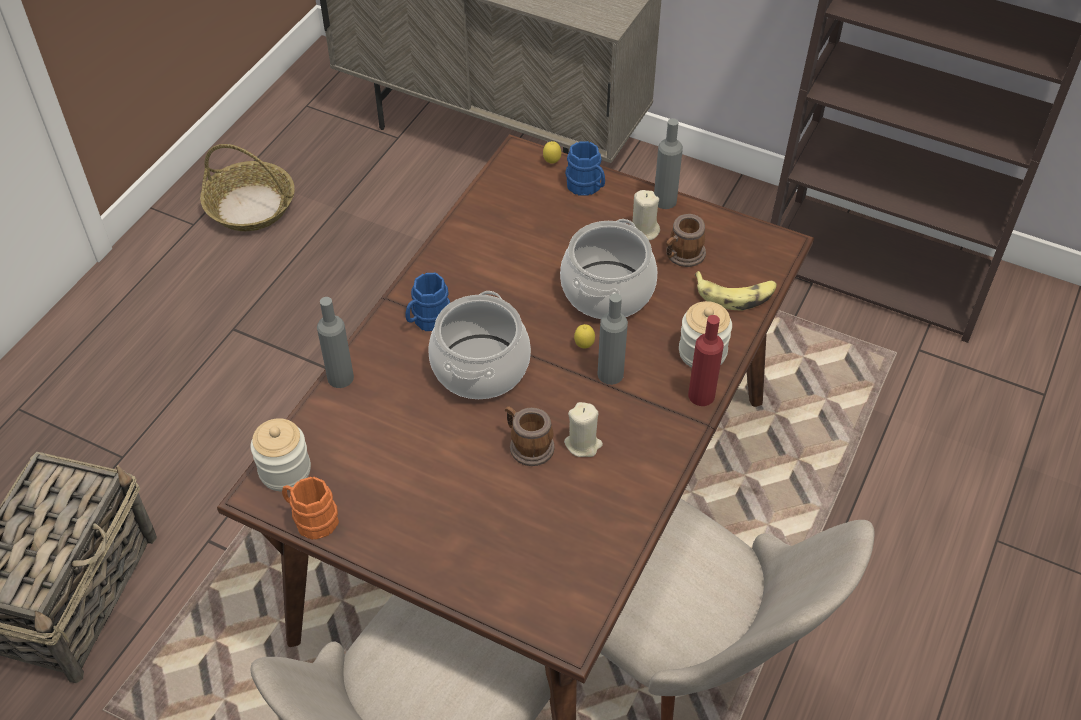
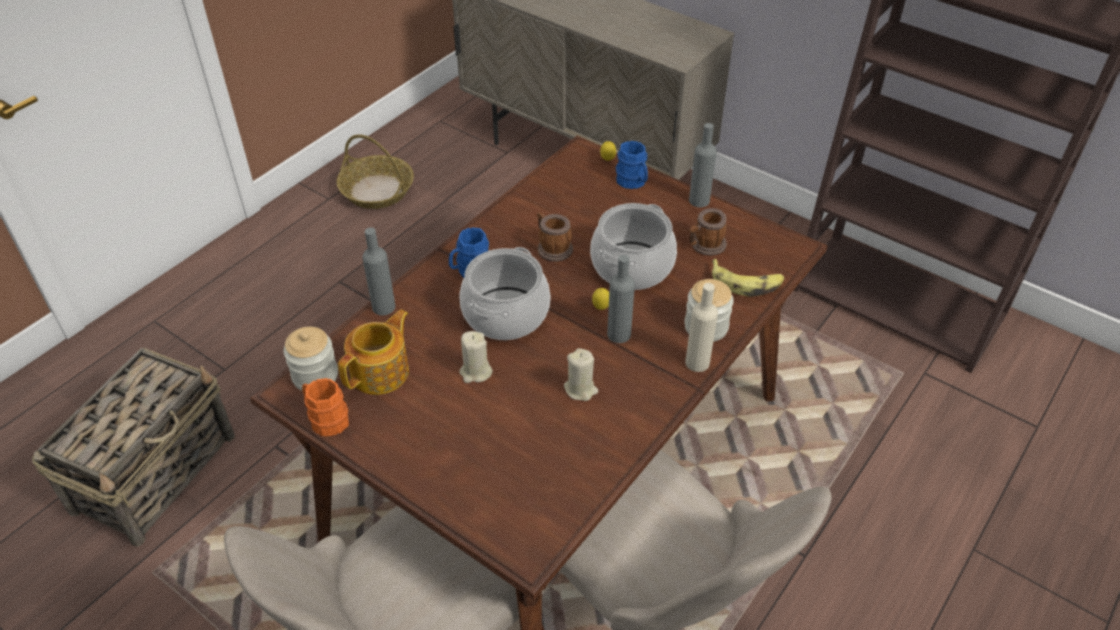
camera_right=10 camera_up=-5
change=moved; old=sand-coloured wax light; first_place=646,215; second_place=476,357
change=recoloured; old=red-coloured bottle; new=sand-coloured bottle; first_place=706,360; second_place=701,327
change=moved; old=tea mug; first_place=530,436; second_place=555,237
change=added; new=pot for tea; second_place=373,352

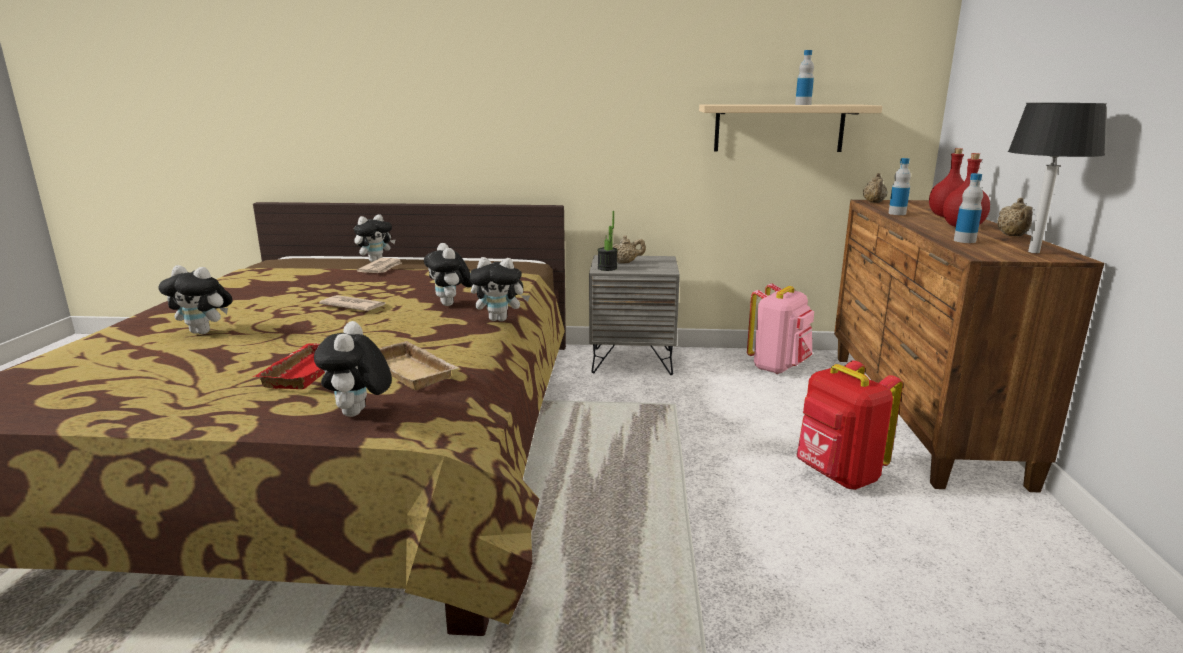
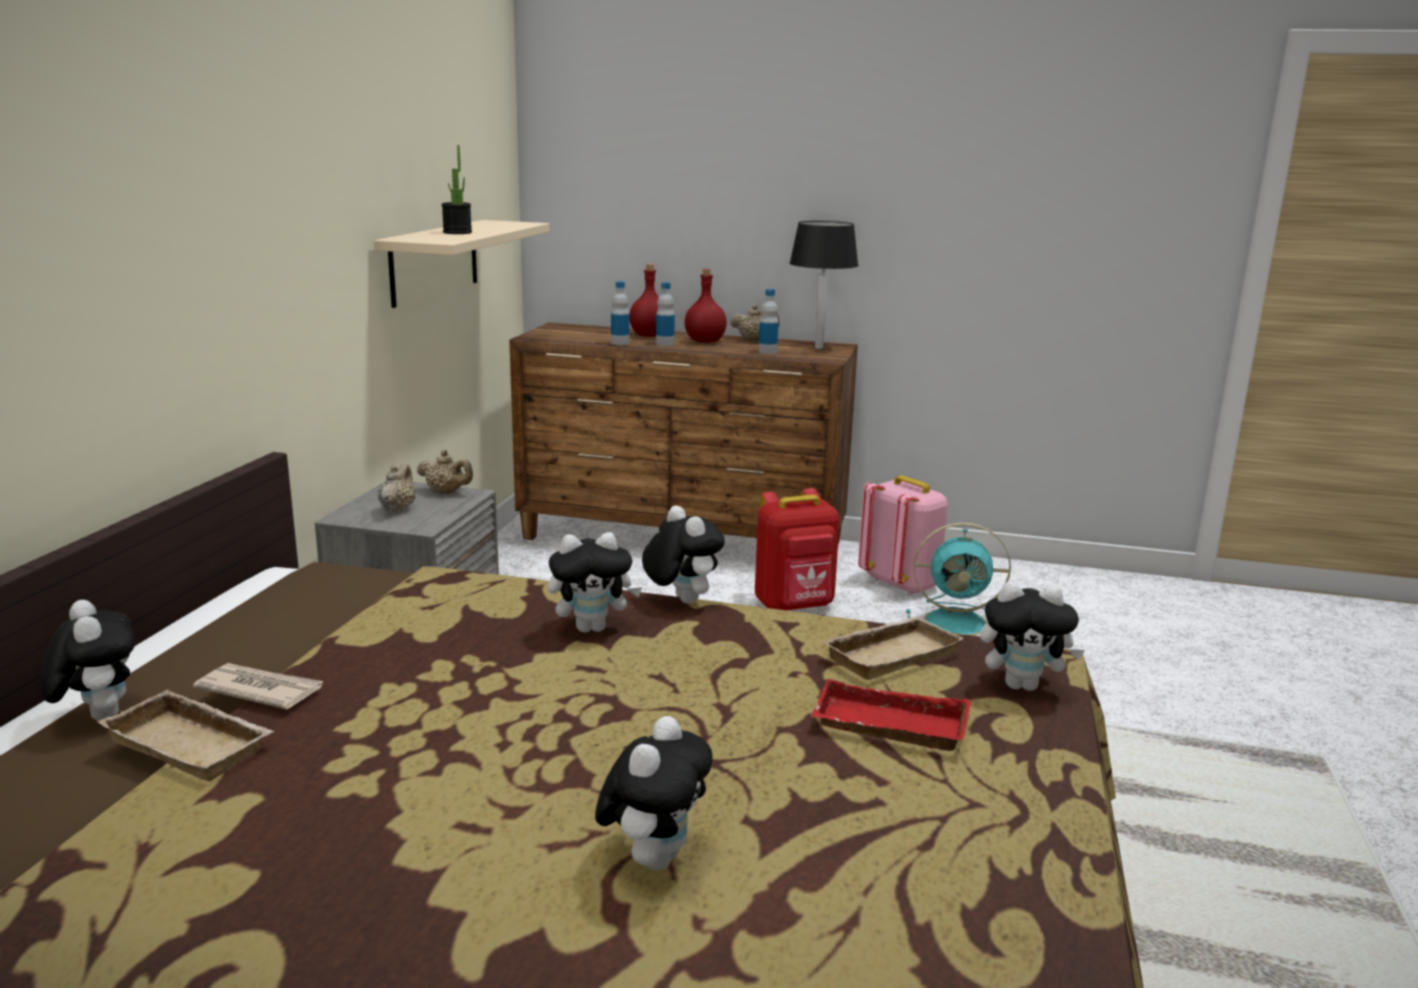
camera_right=-80 camera_up=0
change=moved; old=bottle; first_place=804,77; second_place=665,314
change=moved; old=sand-coloured pot for tea; first_place=875,188; second_place=445,472
change=moved; old=plant in a pot; first_place=607,241; second_place=457,189
change=turned; old=plush toy; first_place=499,289; second_place=683,555; degrees=-45
change=moved; old=pink-coloured backpack; first_place=780,329; second_place=903,535
change=removed; old=daily paper; first_place=353,303
change=added; new=turquoise-coloured cooling fan; second_place=958,579
change=added; new=sand-coloured carrying tray; second_place=185,735

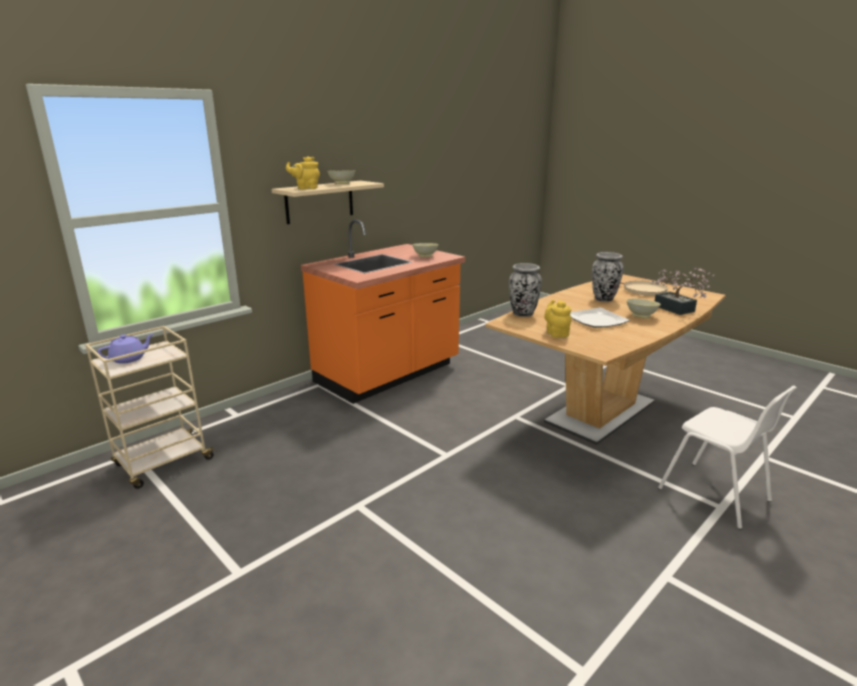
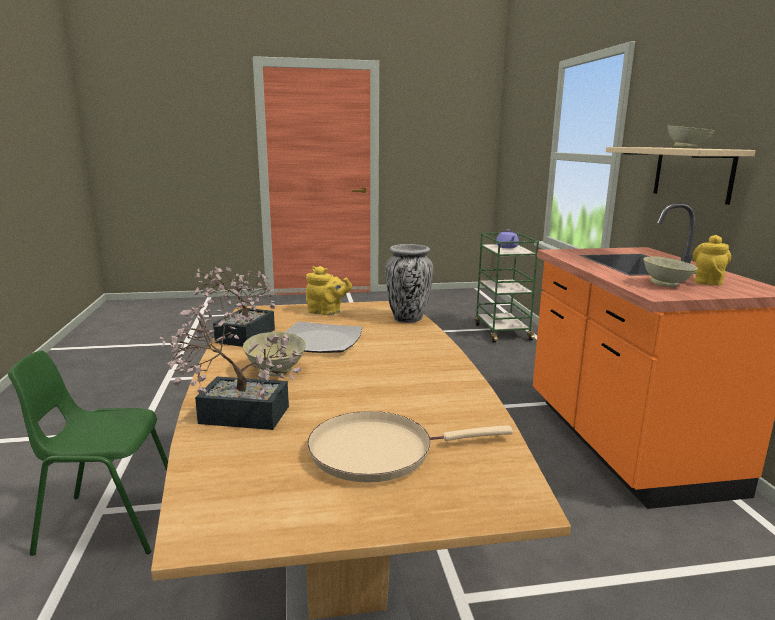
camera_right=125 camera_up=-5
change=moved; old=yellowish pot for tea; first_place=303,173; second_place=712,260
change=removed; old=decorative vase; first_place=608,277
change=recoloured; old=sand-coloured cart; new=green cart; first_place=151,407; second_place=506,287
change=recoloured; old=white-coloured plain chair; new=green plain chair; first_place=727,457; second_place=88,453
change=added; new=plant in a pot; second_place=234,306

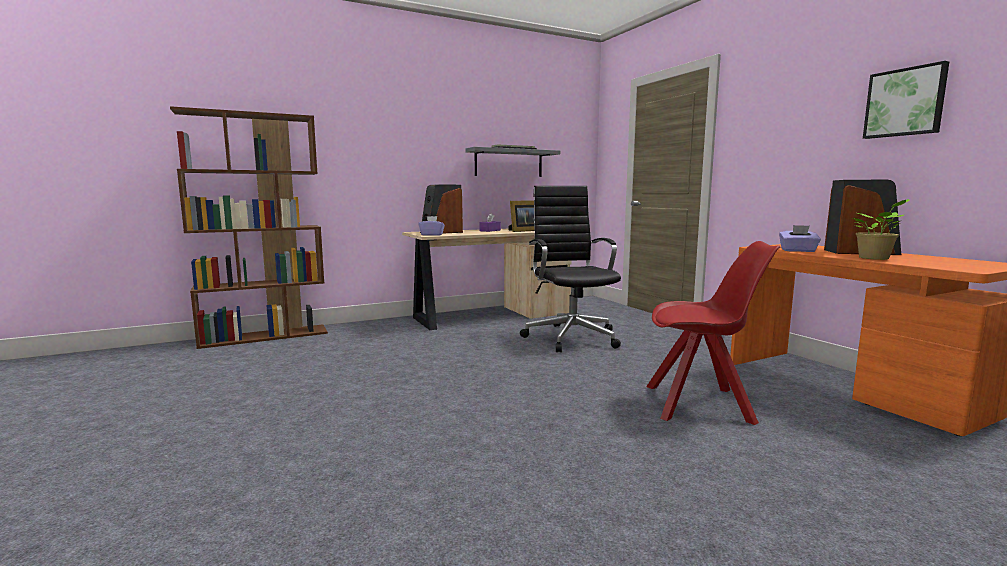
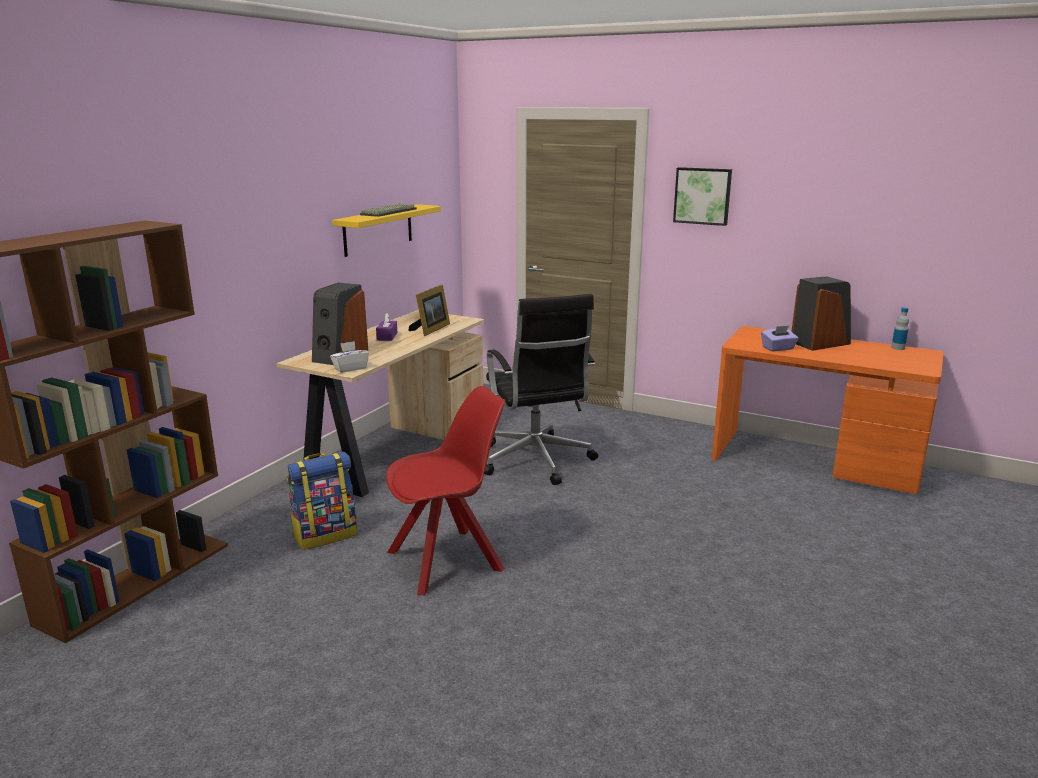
camera_right=-35 camera_up=10
change=moved; old=picture; first_place=906,100; second_place=702,196
change=recoloured; old=gray wall shelf; new=yellowish wall shelf; first_place=512,162; second_place=386,230
change=turned; old=blackish desk chair; first_place=570,269; second_place=541,389; degrees=-150
change=removed; old=plant in a pot; first_place=880,229
change=recoloured; old=purple tissue holder; new=white-coloured tissue holder; first_place=431,226; second_place=349,357
change=moved; old=red-coloured plain chair; first_place=713,333; second_place=445,490
change=added; new=bottle; second_place=900,328
change=added; new=backpack; second_place=322,501

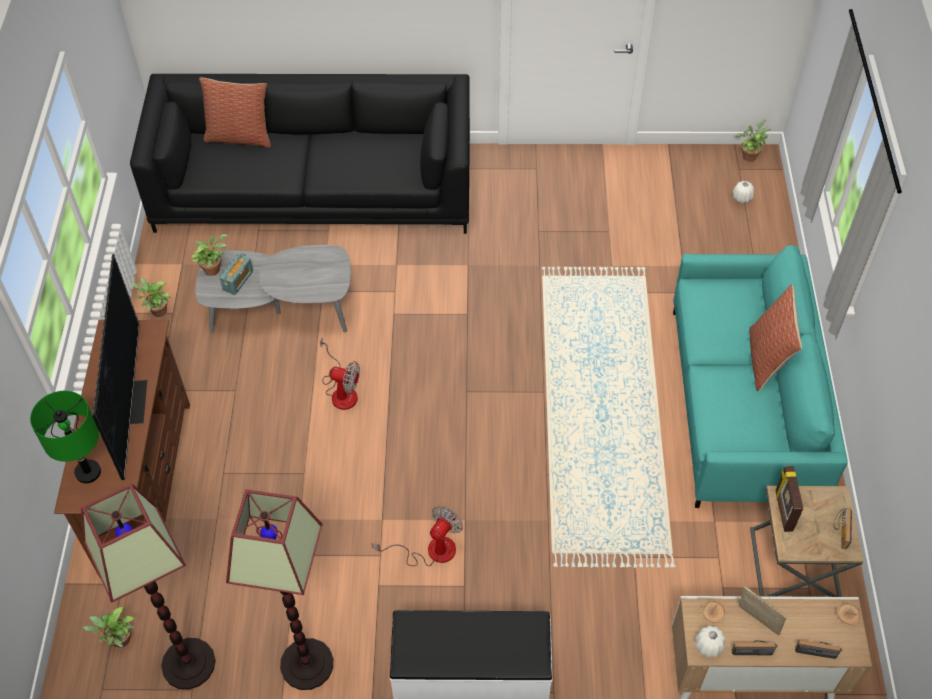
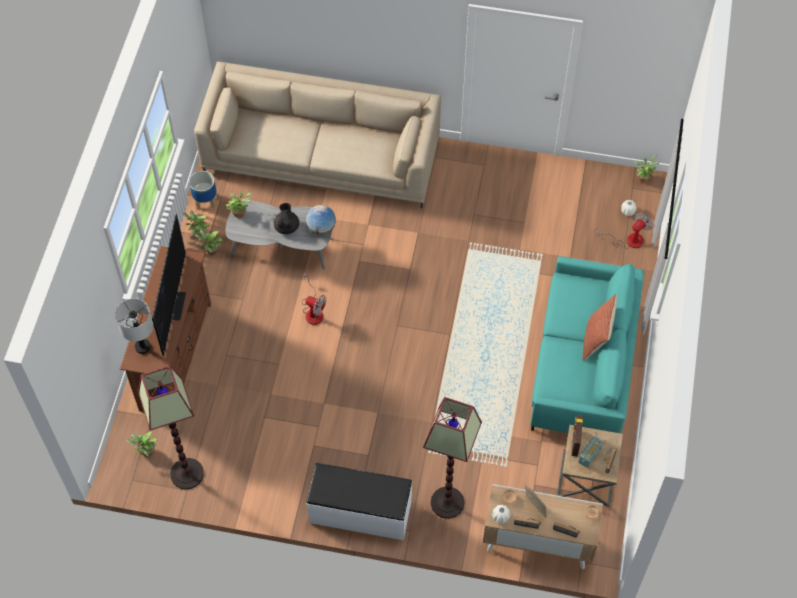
camera_right=10 camera_up=5
change=recoloured; old=blackish settee; new=sand-coloured settee; first_place=300,154; second_place=317,134
change=removed; old=cushion; first_place=235,112
change=moved; old=radio; first_place=236,274; second_place=590,452
change=recoloured; old=green lamp for a table; new=gray lamp for a table; first_place=65,437; second_place=134,326
change=moved; old=floor lamp; first_place=279,589; second_place=452,458
change=moved; old=cooling fan; first_place=417,536; second_place=624,230
change=added; new=plant pot; second_place=203,190
change=added; new=blackish pot for tea; second_place=286,218
change=added; new=globe; second_place=321,220
change=added; new=plant in a pot; second_place=208,242

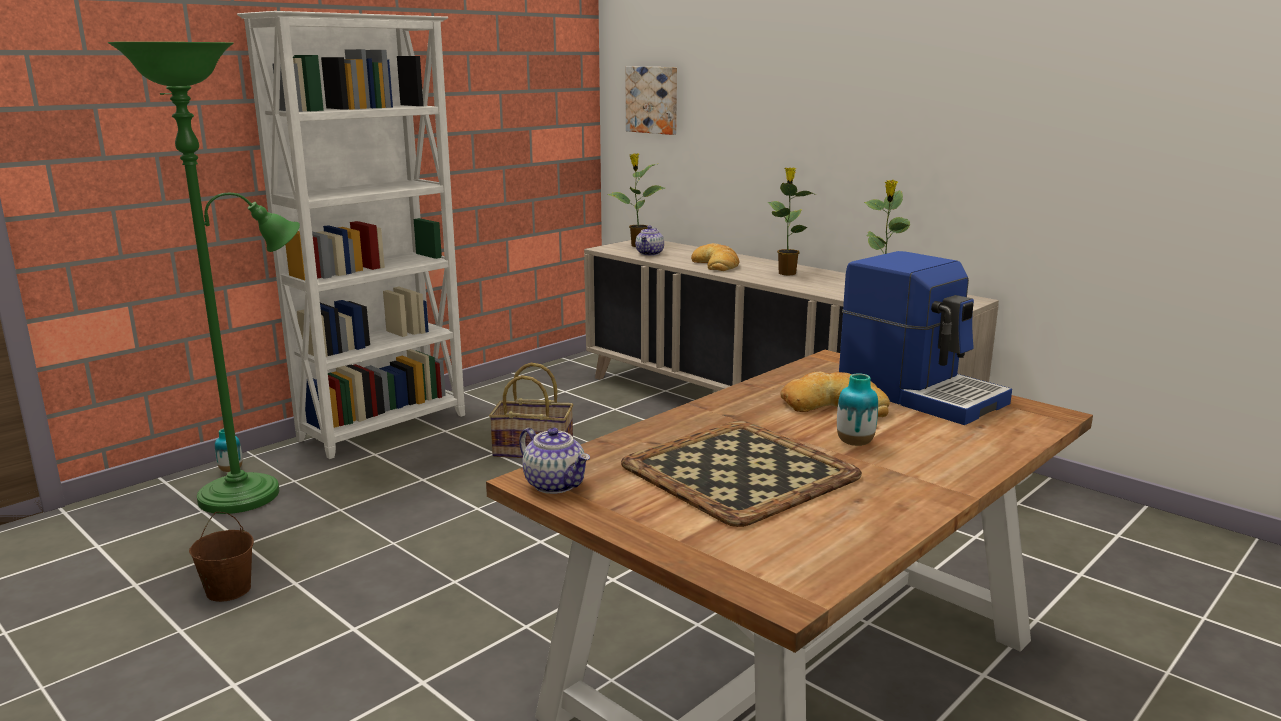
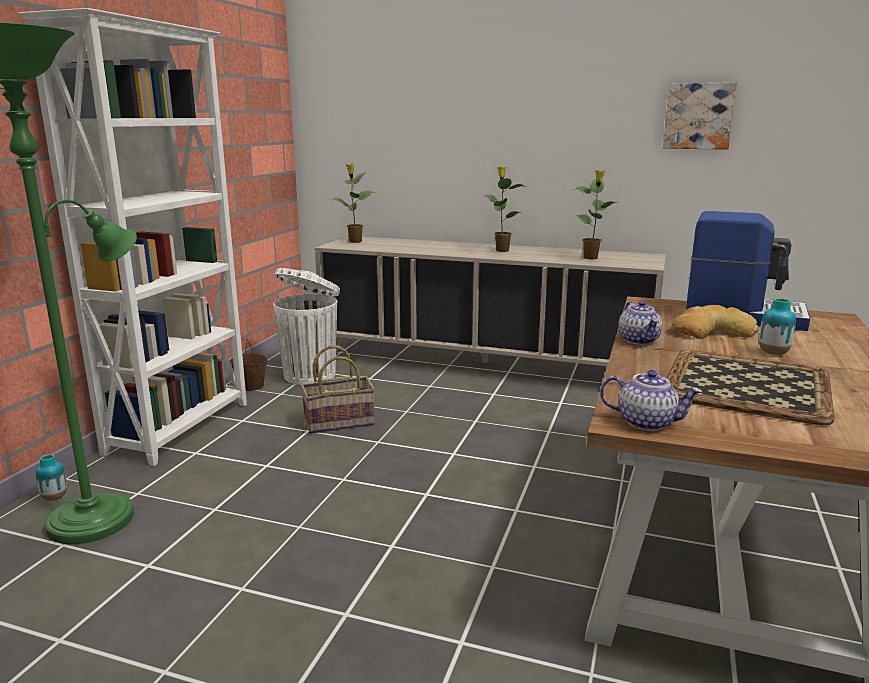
camera_right=-25 camera_up=0
change=moved; old=picture; first_place=651,101; second_place=700,116
change=moved; old=pot for tea; first_place=649,240; second_place=640,323
change=removed; old=bakery bread; first_place=715,257
change=moved; old=brown-coloured pail; first_place=221,557; second_place=249,365
change=added; new=white-coloured trash can; second_place=306,326

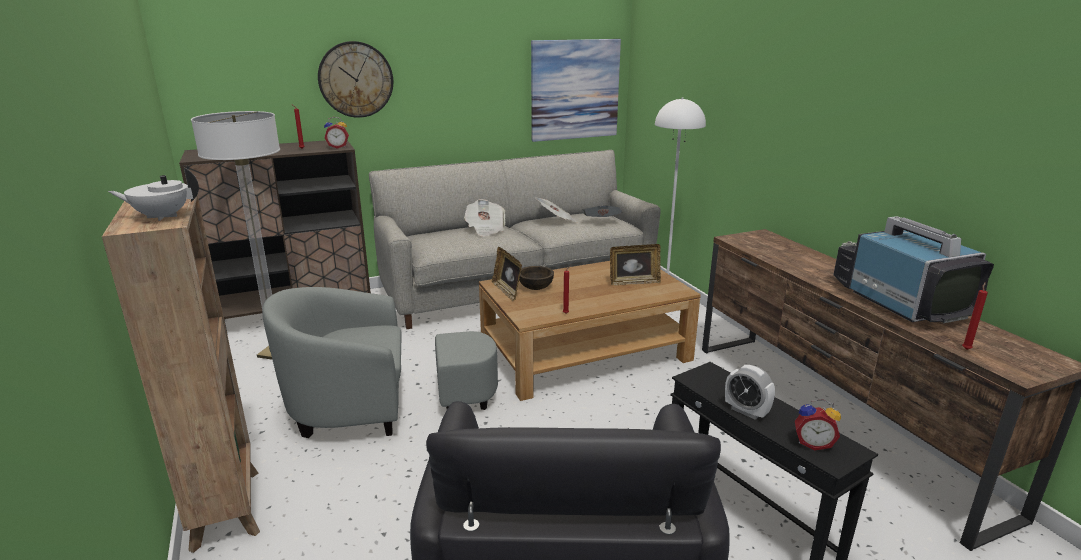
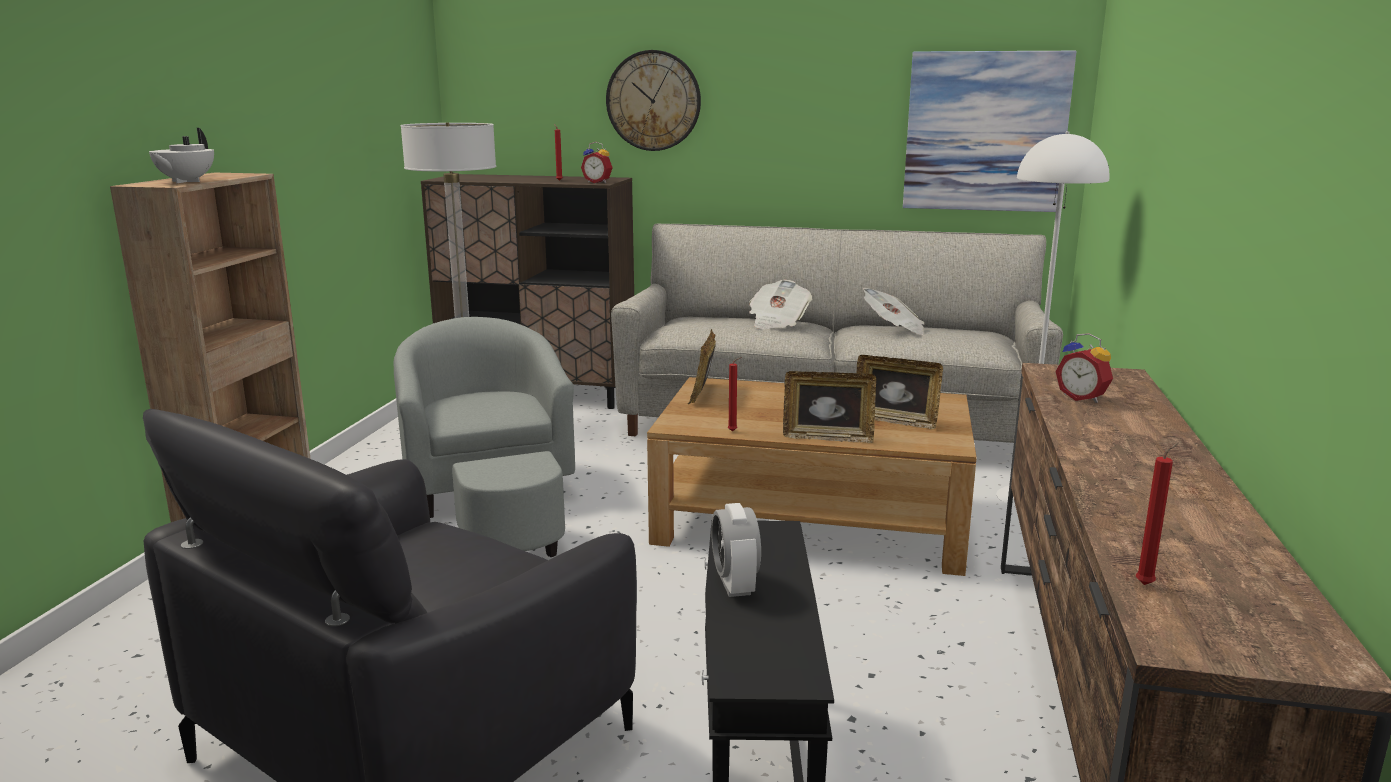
camera_right=35 camera_up=-5
change=turned; old=white-coloured pot for tea; first_place=153,194; second_place=181,155; degrees=-105
change=removed; old=daily paper; first_place=602,211
change=removed; old=TV set; first_place=913,269
change=removed; old=brown-coloured deep dish; first_place=536,278
change=turned; old=gray lounge chair; first_place=380,362; second_place=484,437; degrees=45
change=moved; old=table clock; first_place=818,425; second_place=1084,368
change=added; new=standing frame; second_place=829,407

